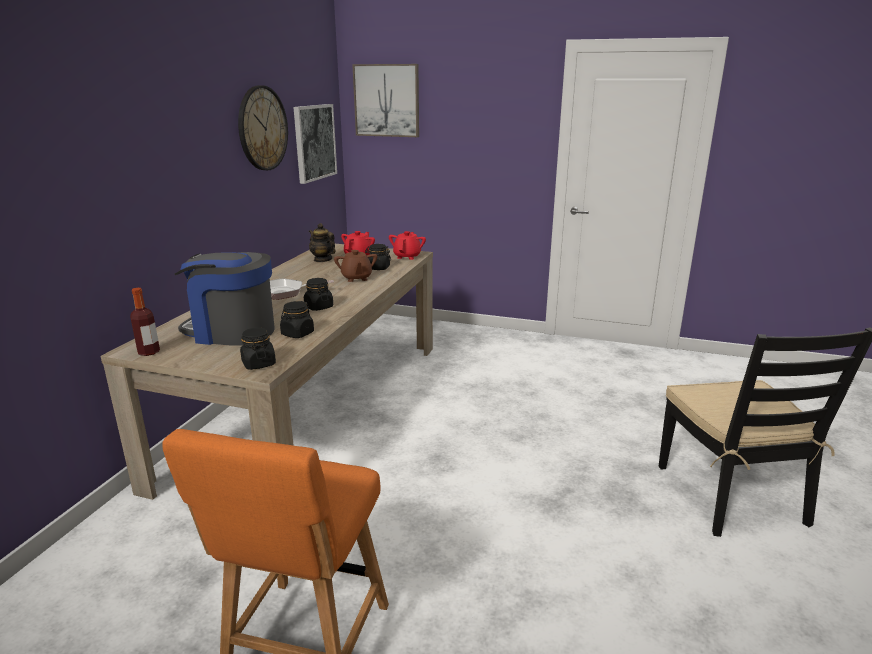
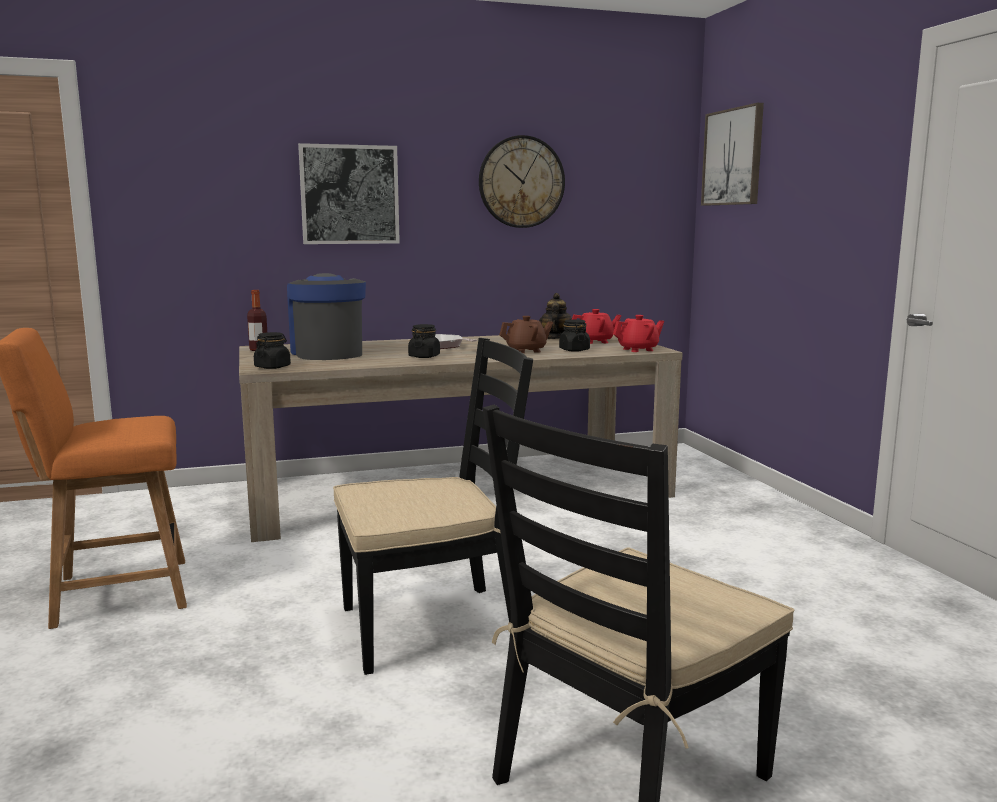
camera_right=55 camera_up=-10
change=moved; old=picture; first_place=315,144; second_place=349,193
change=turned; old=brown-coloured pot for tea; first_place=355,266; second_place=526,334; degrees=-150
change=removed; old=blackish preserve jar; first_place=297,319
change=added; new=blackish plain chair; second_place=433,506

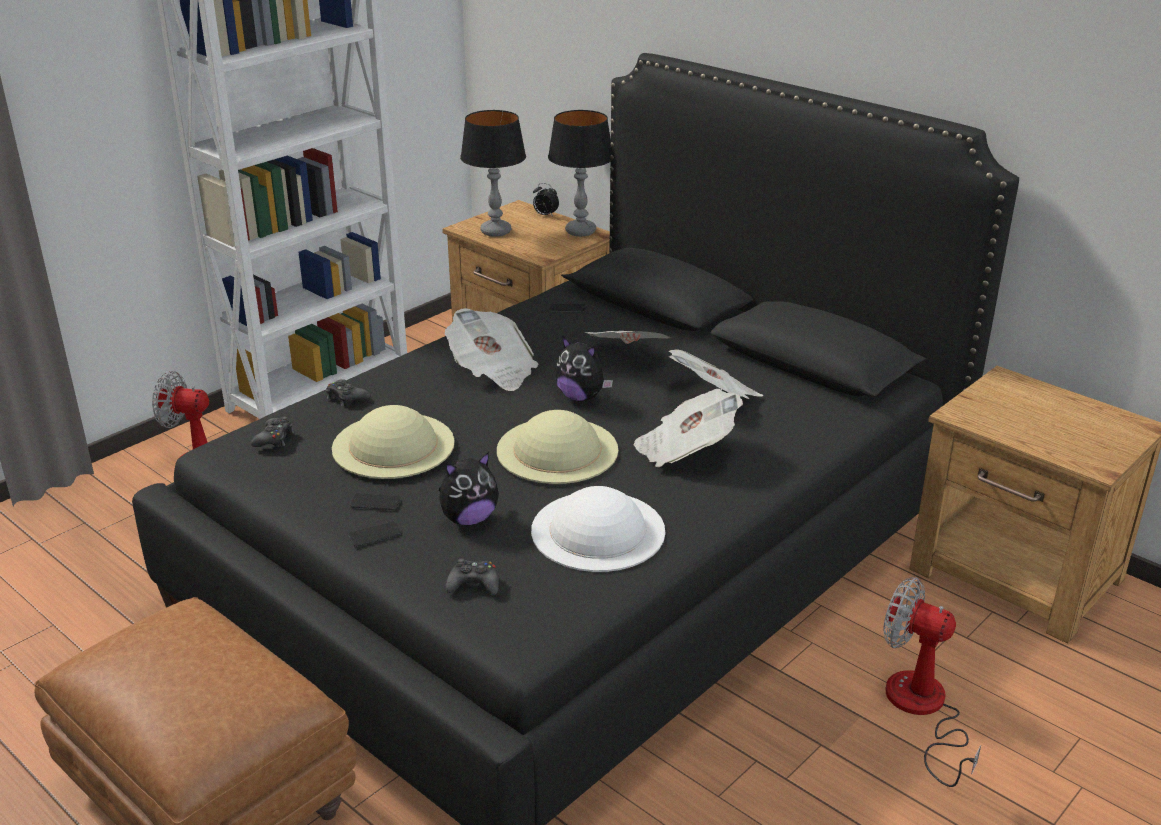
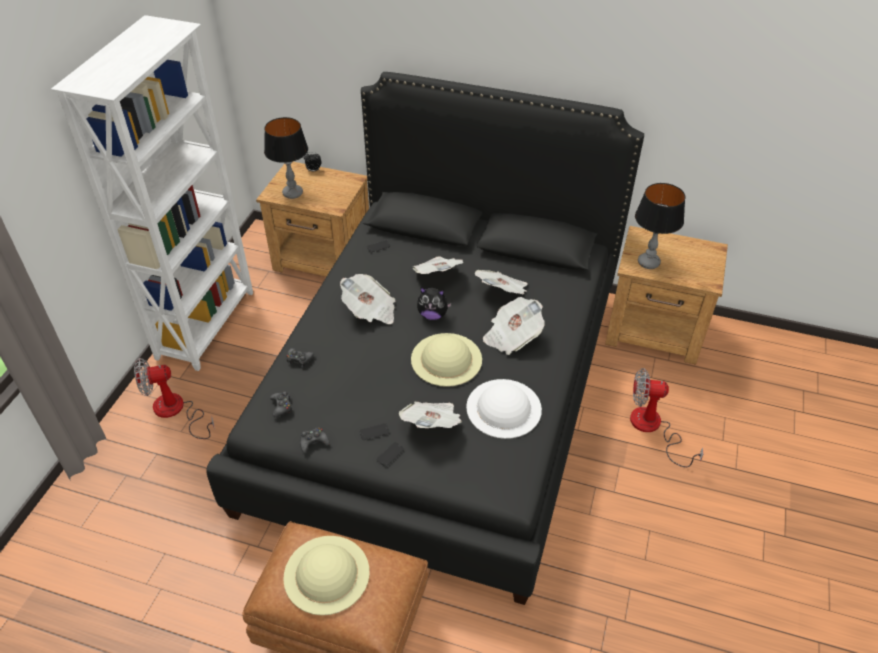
camera_right=-25 camera_up=15
change=moved; old=lamp for a table; first_place=579,173; second_place=660,226
change=moved; old=sand-coloured clothing hat; first_place=393,442; second_place=326,576
change=replaced; old=plush toy; new=daily paper; first_place=469,488; second_place=430,415
change=moved; old=blackish joypad; first_place=472,576; second_place=315,440

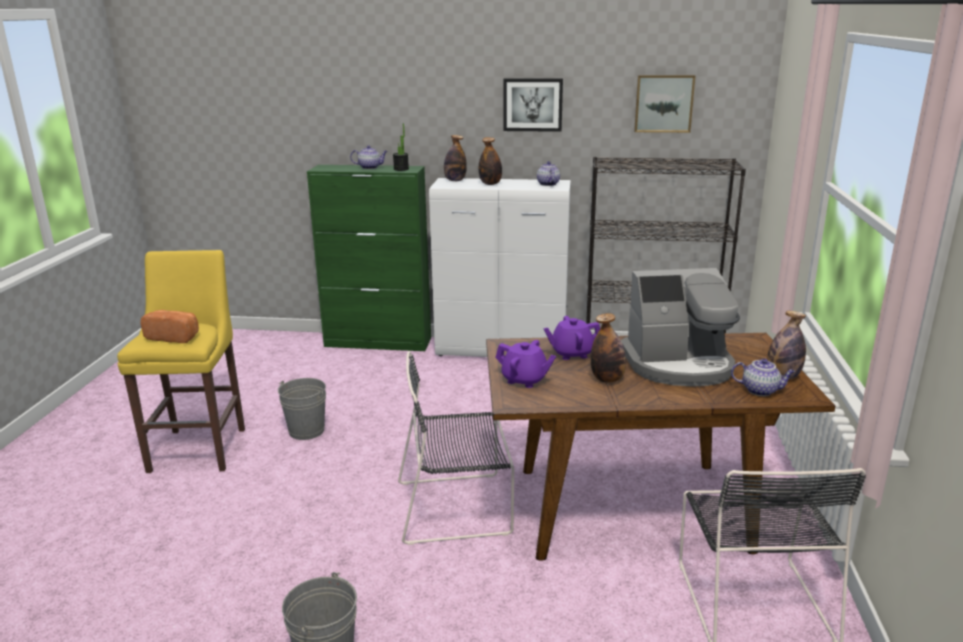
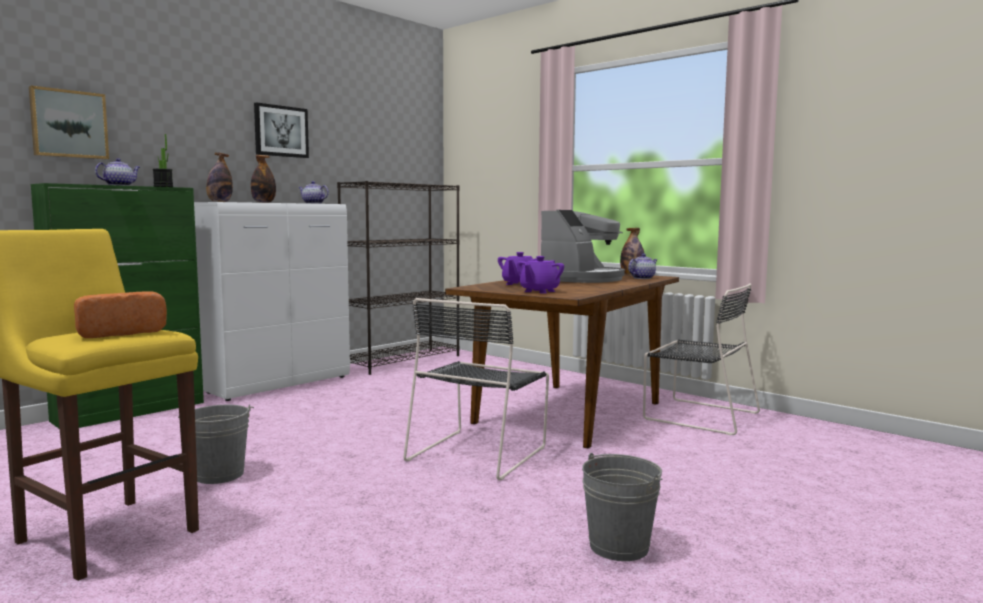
camera_right=-55 camera_up=-15
change=moved; old=picture; first_place=665,104; second_place=69,122
change=removed; old=bottle; first_place=608,348
change=turned; old=purple pot for tea; first_place=525,364; second_place=540,275; degrees=150

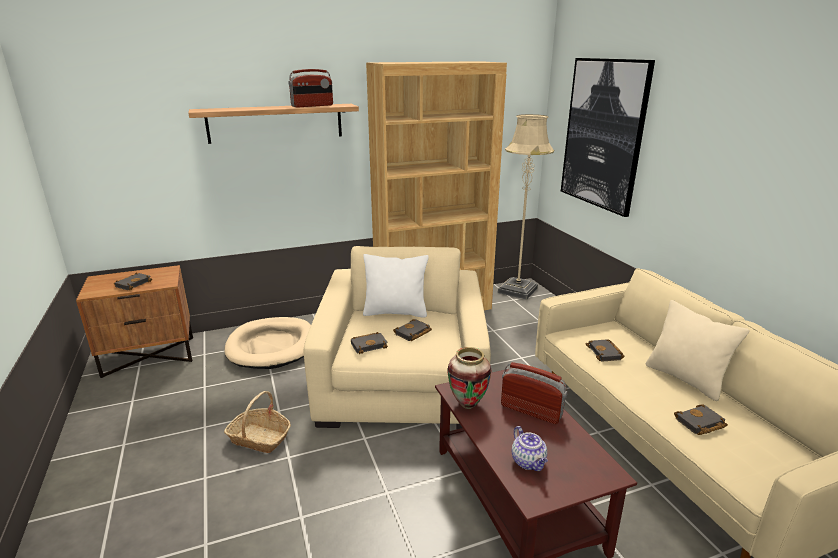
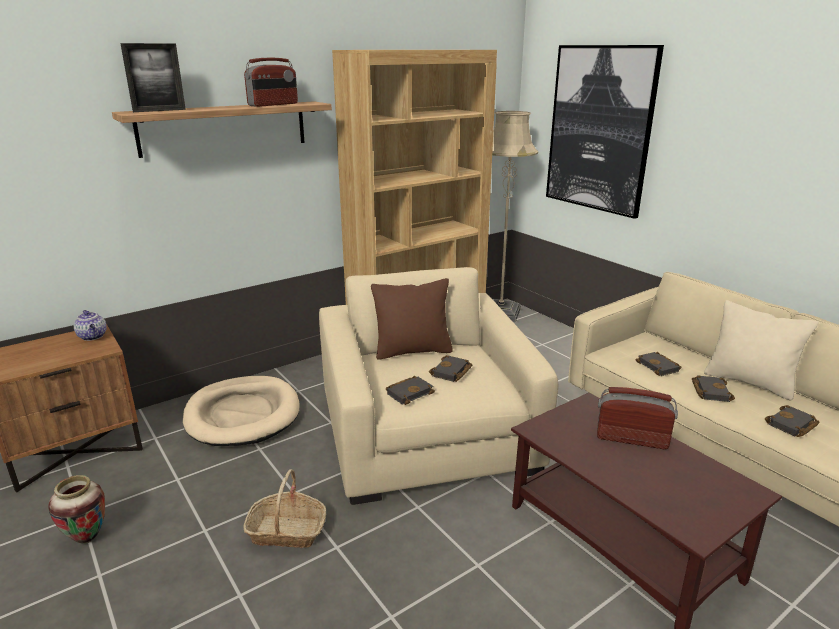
camera_right=-15 camera_up=0
change=recoloured; old=white-coloured cushion; new=brown-coloured cushion; first_place=396,286; second_place=412,319
change=moved; old=blackish bound book; first_place=133,281; second_place=713,389
change=moved; old=decorative vase; first_place=469,378; second_place=77,509
change=moved; old=pot for tea; first_place=529,448; second_place=90,325
change=added; new=standing frame; second_place=153,77

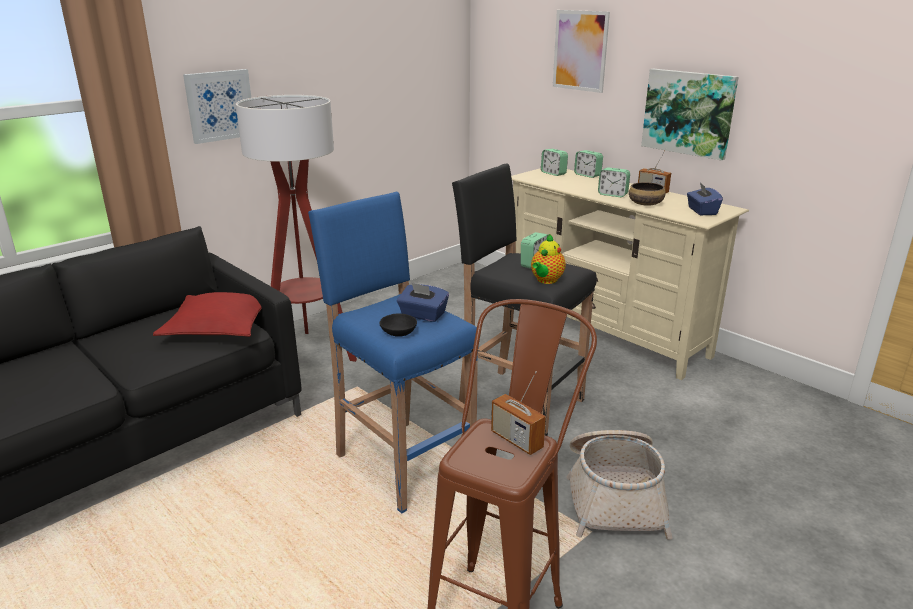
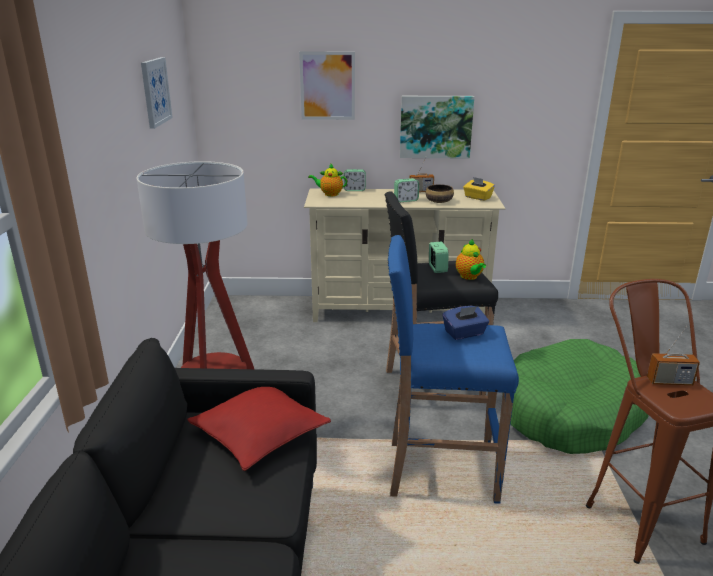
camera_right=-45 camera_up=0
change=moved; old=picture; first_place=217,106; second_place=157,93
change=replaced; old=table clock; new=pot for tea; first_place=554,162; second_place=327,179
change=recoloured; old=bluish tissue holder; new=yellowish tissue holder; first_place=705,199; second_place=479,189
change=removed; old=blackish deep dish; first_place=398,325
change=replaced; old=basket; new=green dog bed; first_place=620,485; second_place=575,396

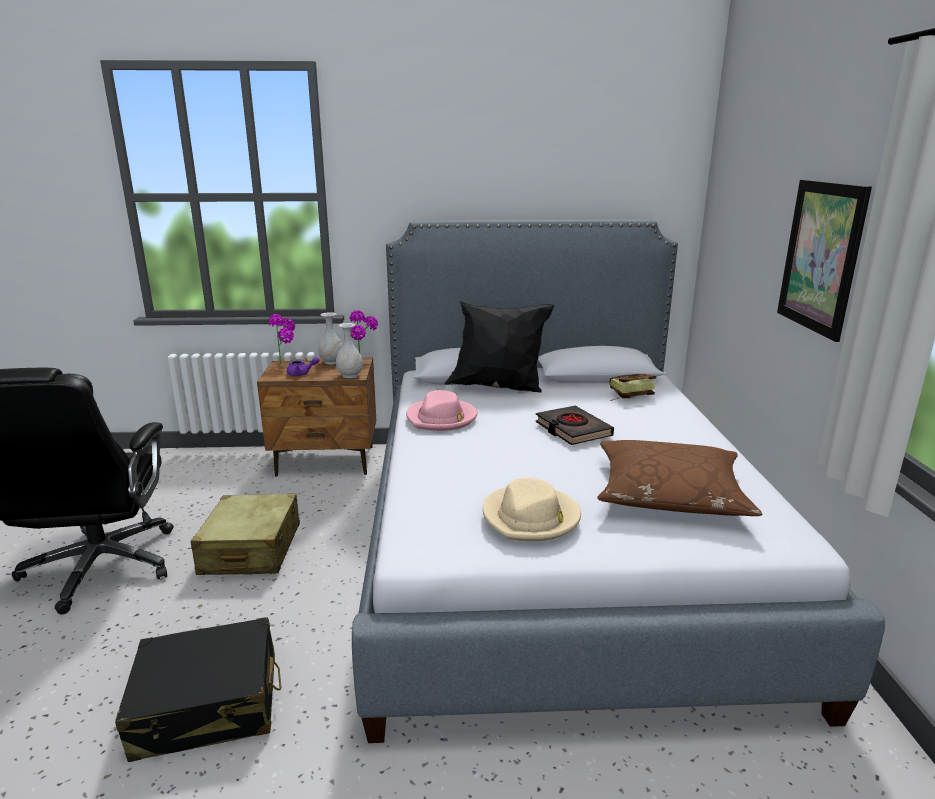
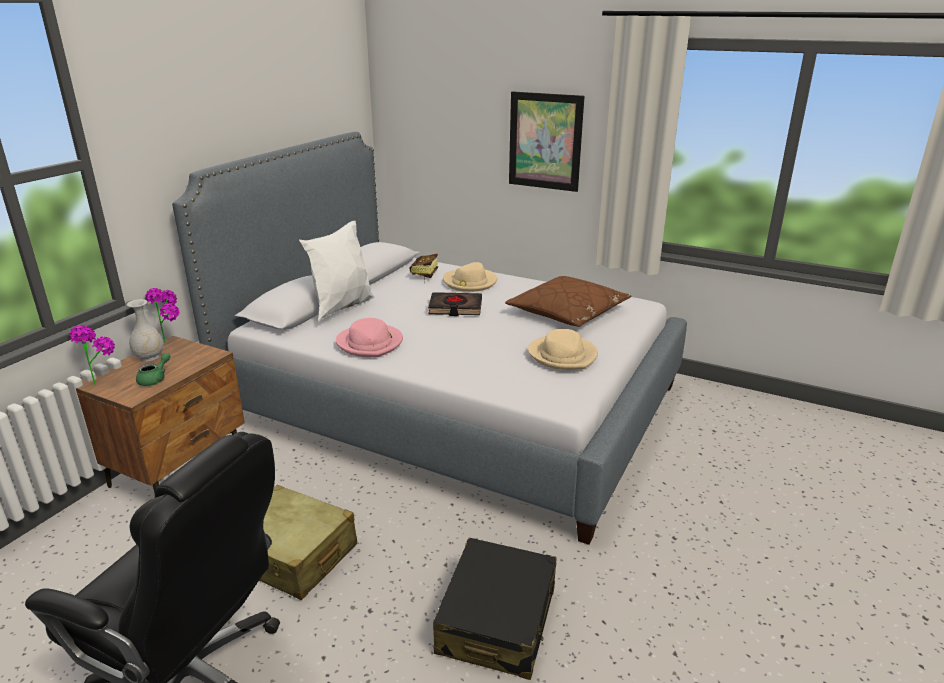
camera_right=-60 camera_up=5
change=recoloured; old=blackish cushion; new=white-coloured cushion; first_place=499,347; second_place=337,271
change=removed; old=white-coloured decorative vase; first_place=349,350
change=recoloured; old=purple pot for tea; new=green pot for tea; first_place=303,366; second_place=153,369
change=added; new=sand-coloured clothing hat; second_place=470,277

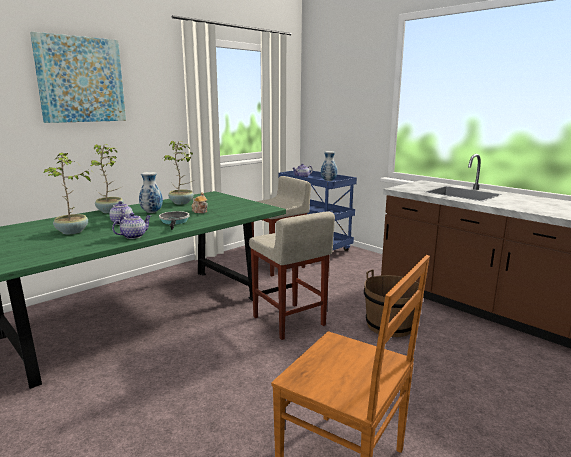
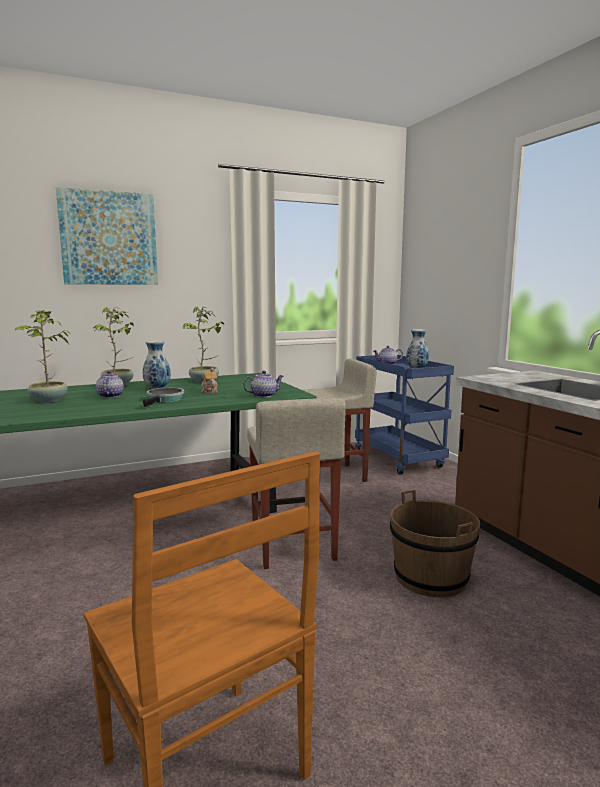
camera_right=20 camera_up=-5
change=moved; old=pot for tea; first_place=131,226; second_place=263,383

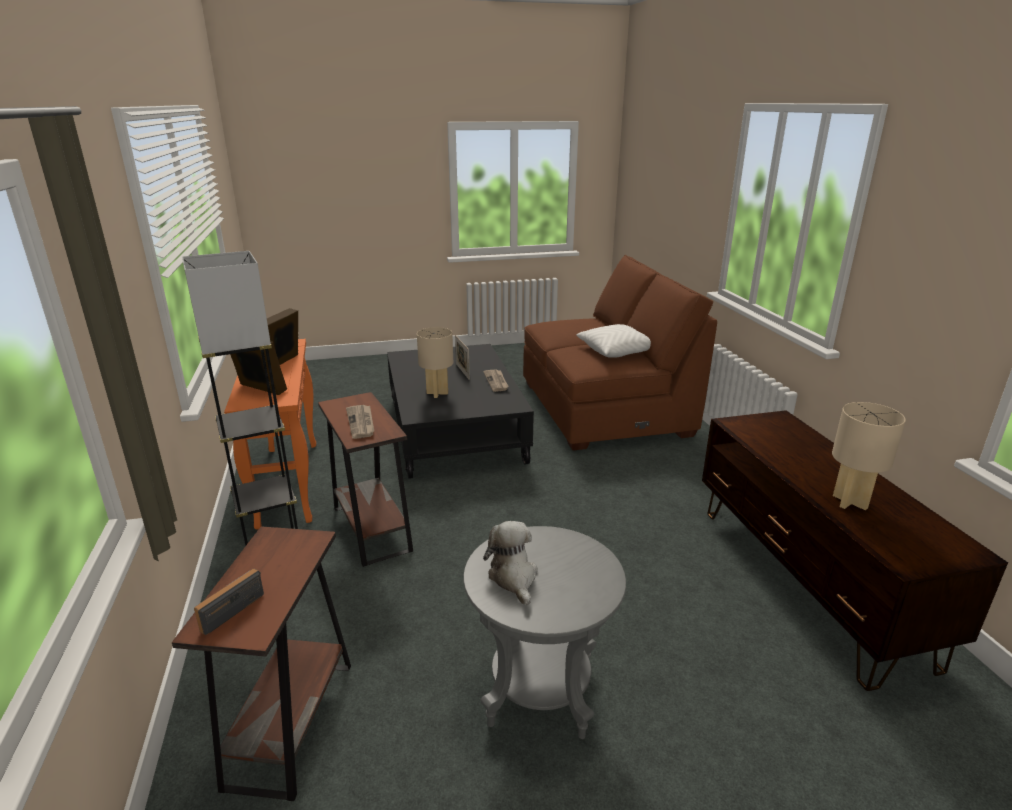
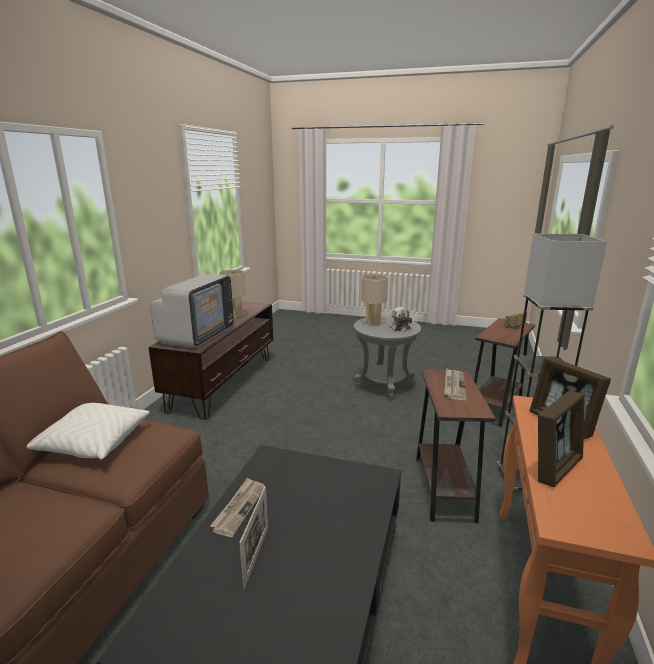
camera_right=-150 camera_up=-5
change=moved; old=sand-coloured lamp for a table; first_place=435,362; second_place=374,300
change=added; new=TV set; second_place=192,311

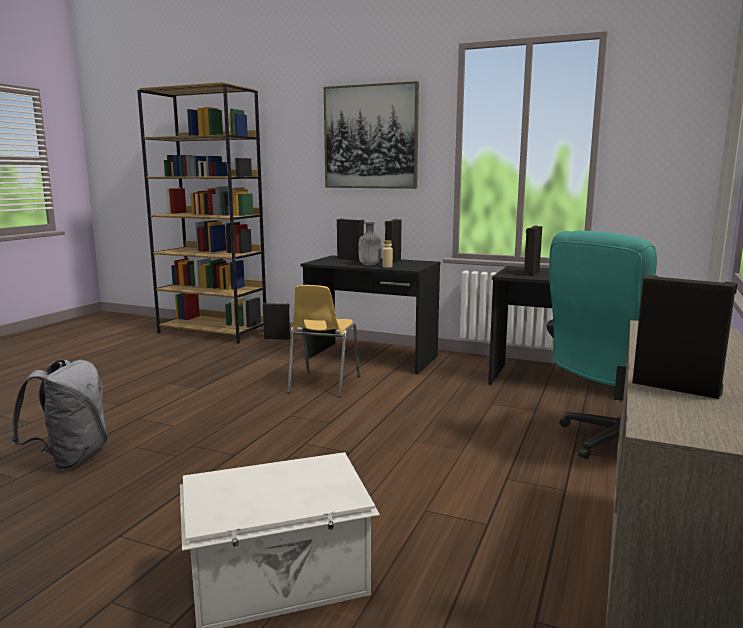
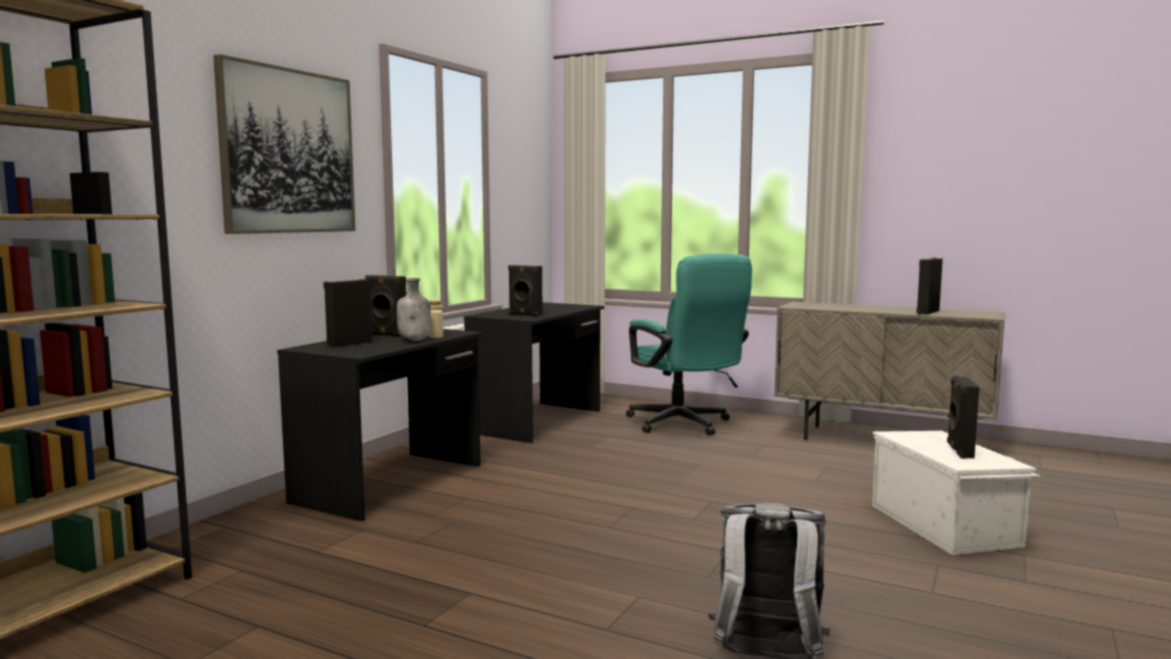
camera_right=-85 camera_up=-5
change=removed; old=yellowish plain chair; first_place=323,341
change=moved; old=blackish speaker; first_place=276,321; second_place=963,417

